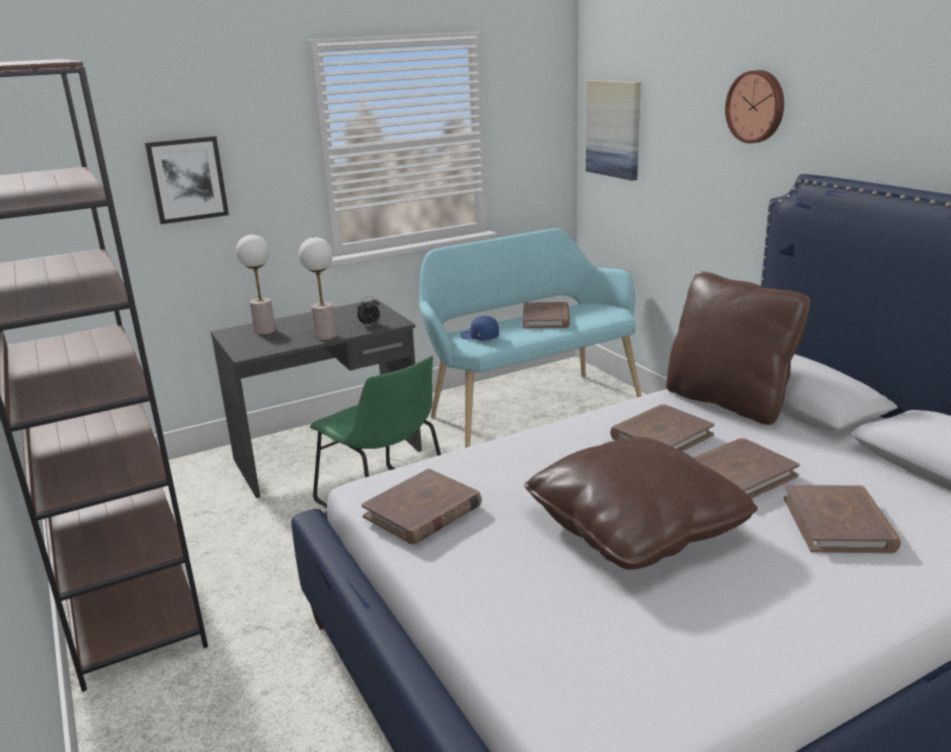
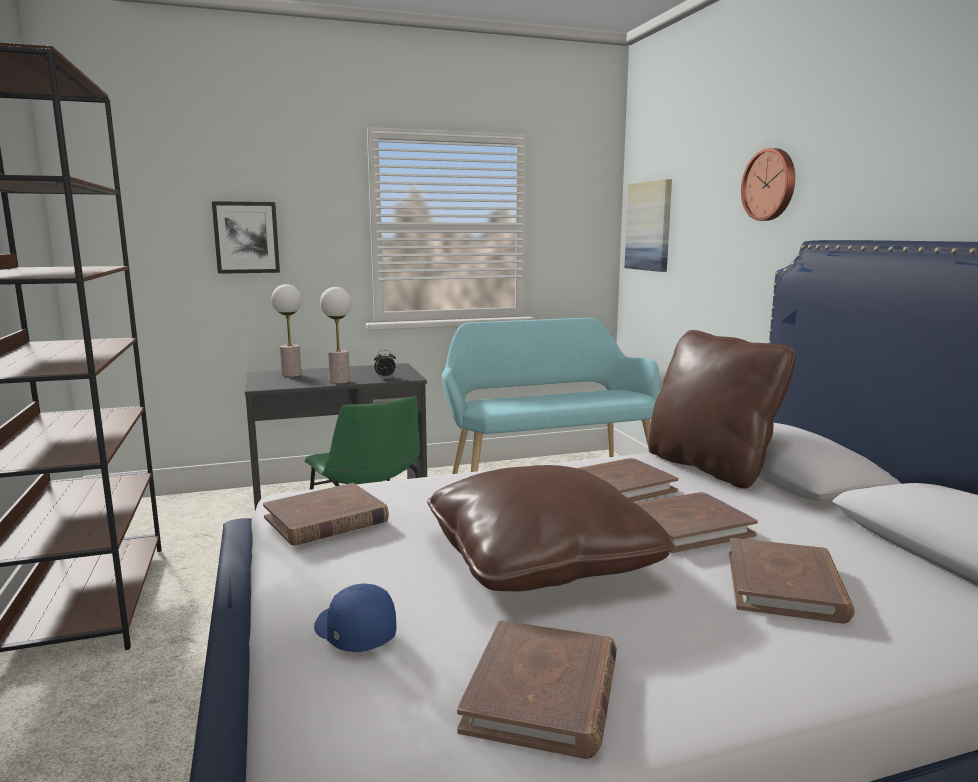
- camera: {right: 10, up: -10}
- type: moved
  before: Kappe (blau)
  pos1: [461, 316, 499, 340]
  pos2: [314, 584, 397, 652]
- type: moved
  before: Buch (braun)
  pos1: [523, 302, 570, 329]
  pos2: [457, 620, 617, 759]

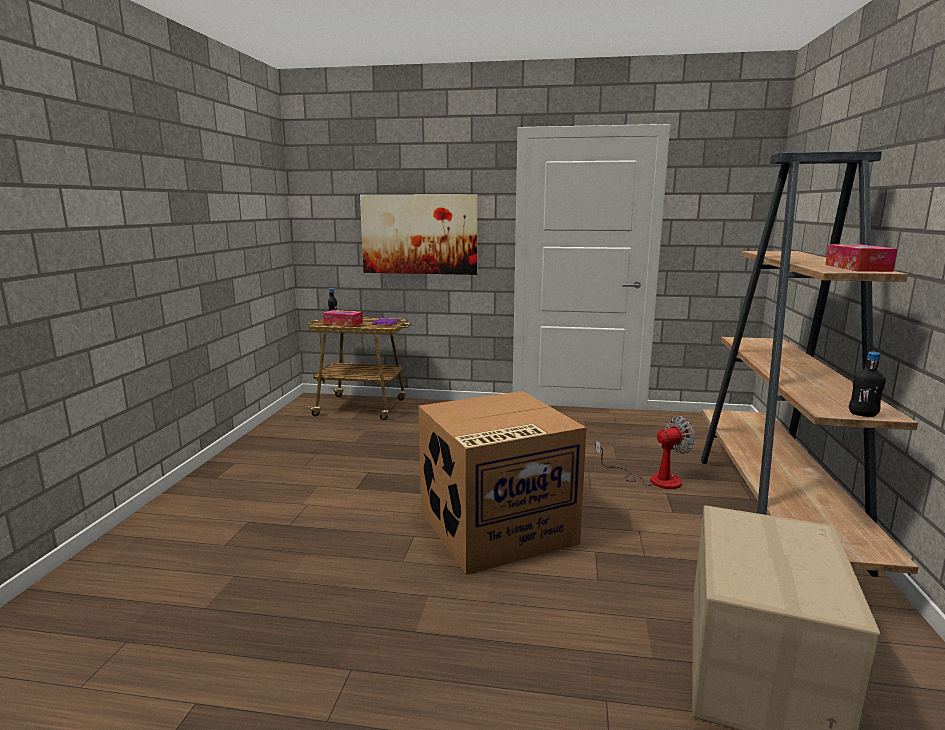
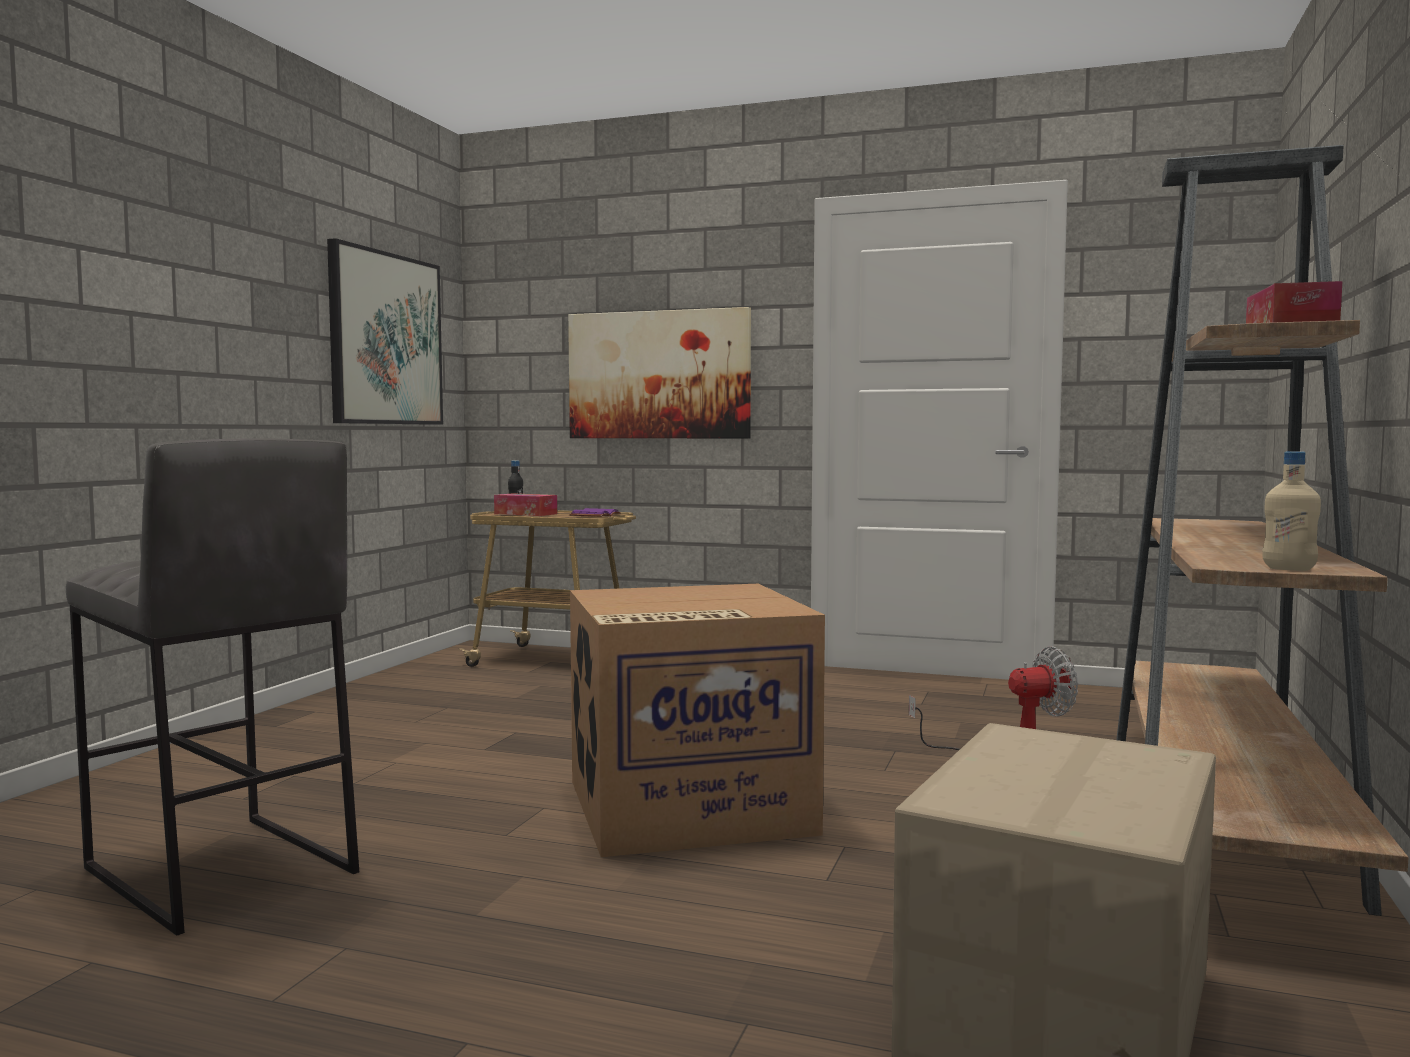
- camera: {right: 10, up: -10}
- type: added
  after: Hocker (grau)
  pos2: [66, 438, 359, 936]
- type: added
  after: Bild
  pos2: [327, 238, 443, 425]
- type: recoloured
  before: Flasche (schwarz)
  after: Flasche (beige)
  pos1: [849, 352, 886, 417]
  pos2: [1262, 451, 1321, 571]

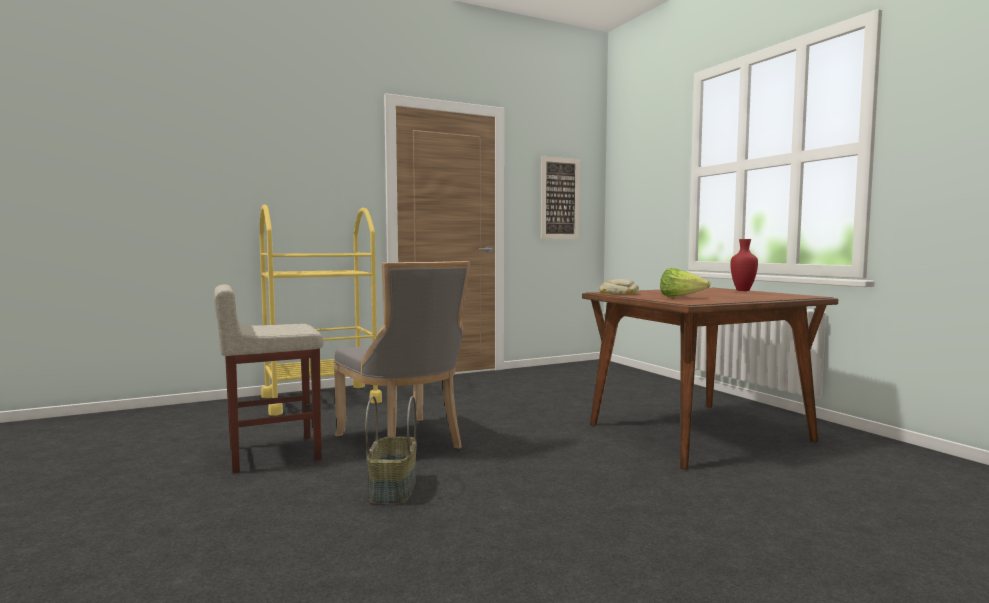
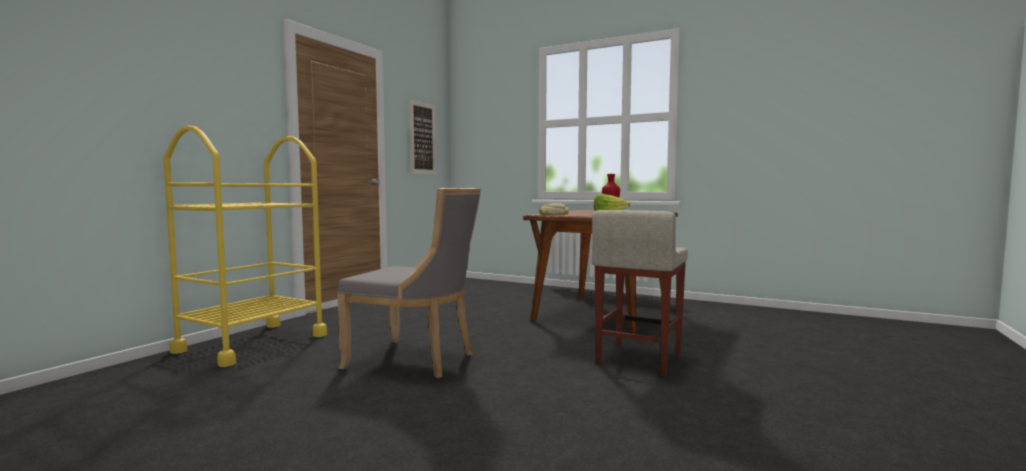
- camera: {right: -35, up: 0}
- type: moved
  before: Hocker (beige)
  pos1: [214, 284, 323, 474]
  pos2: [592, 210, 688, 376]
- type: removed
  before: Korb
  pos1: [365, 396, 417, 504]

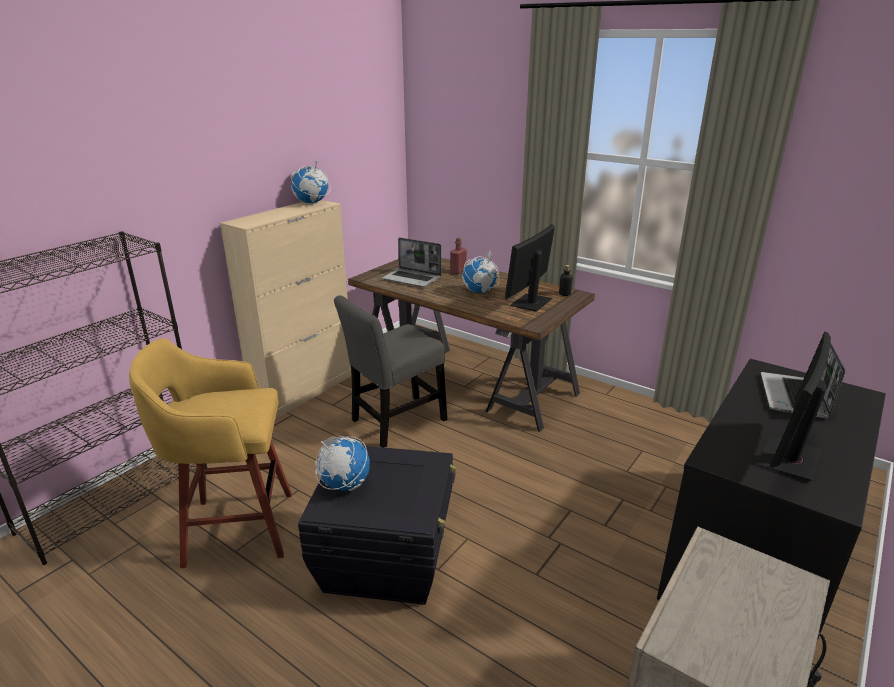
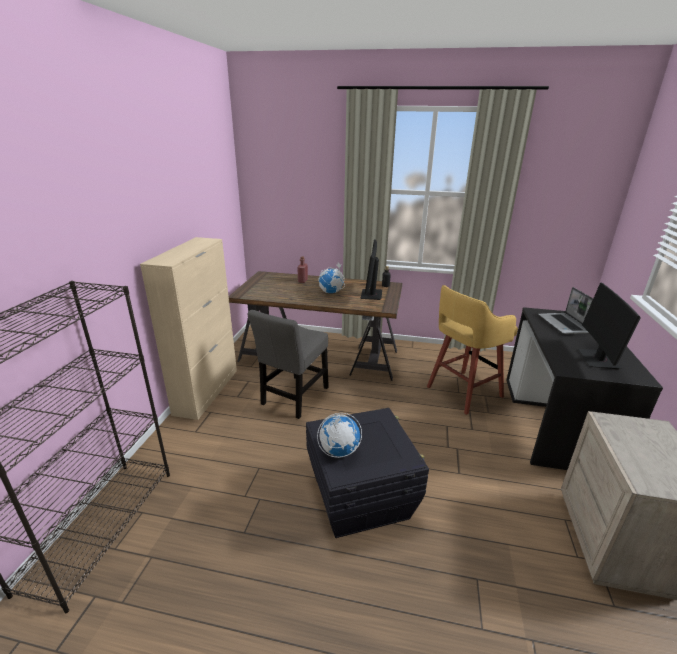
- camera: {right: -25, up: 0}
- type: moved
  before: Hocker (gelb)
  pos1: [129, 338, 292, 568]
  pos2: [427, 285, 518, 415]
- type: removed
  before: Globus
  pos1: [291, 157, 331, 203]
- type: removed
  before: Laptop
  pos1: [382, 237, 441, 287]

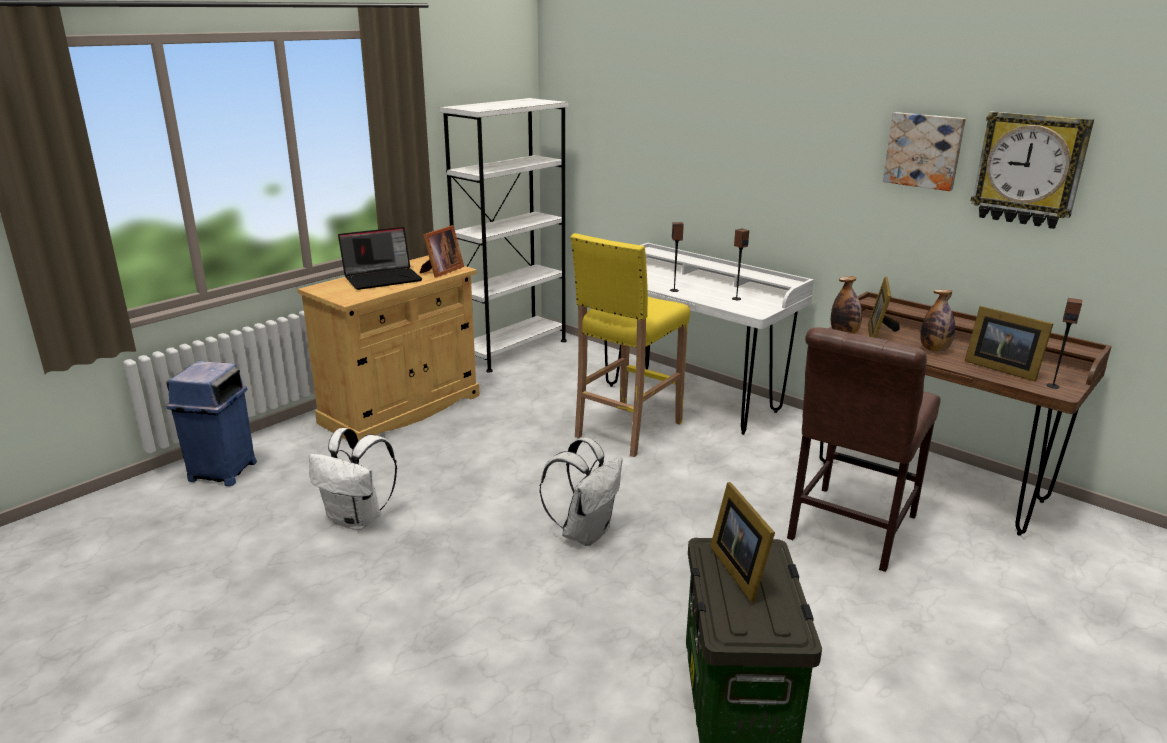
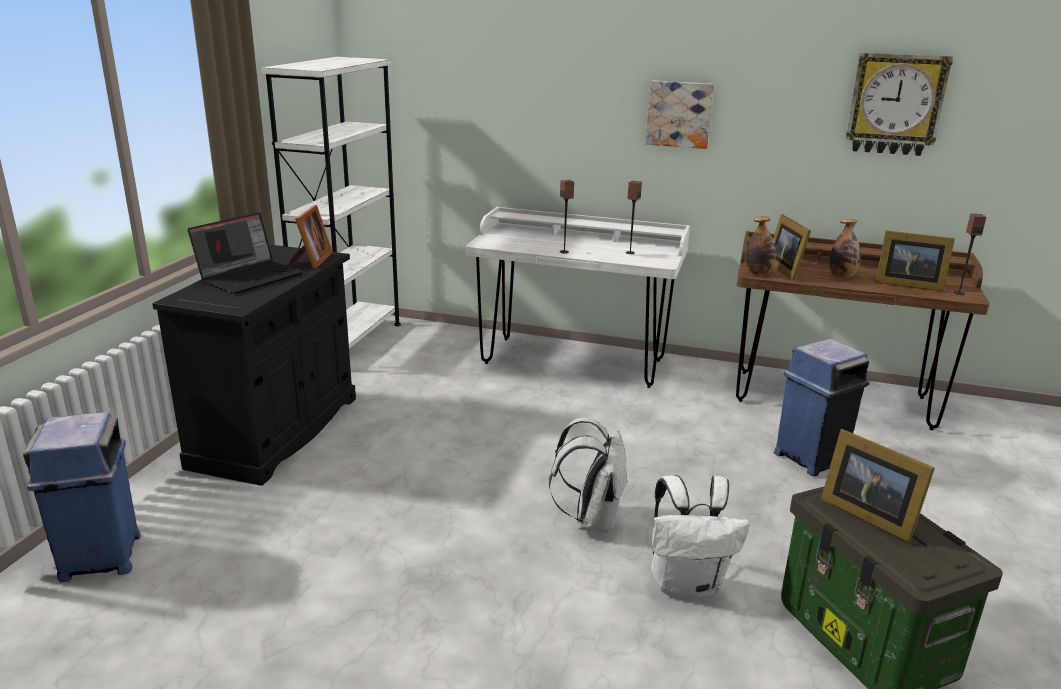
- camera: {right: -25, up: 0}
- type: recoloured
  before: Schrank (beige)
  after: Schrank (schwarz)
  pos1: [298, 255, 480, 441]
  pos2: [152, 245, 356, 486]
- type: moved
  before: Bild
  pos1: [883, 112, 966, 191]
  pos2: [645, 80, 714, 149]
- type: moved
  before: Rucksack (weiß)
  pos1: [309, 428, 397, 530]
  pos2: [651, 475, 749, 597]
- type: replaced
  before: Stuhl (braun)
  after: Mülleimer (blau)
  pos1: [787, 327, 941, 572]
  pos2: [774, 339, 869, 476]
- type: removed
  before: Hocker (gelb)
  pos1: [570, 233, 690, 457]

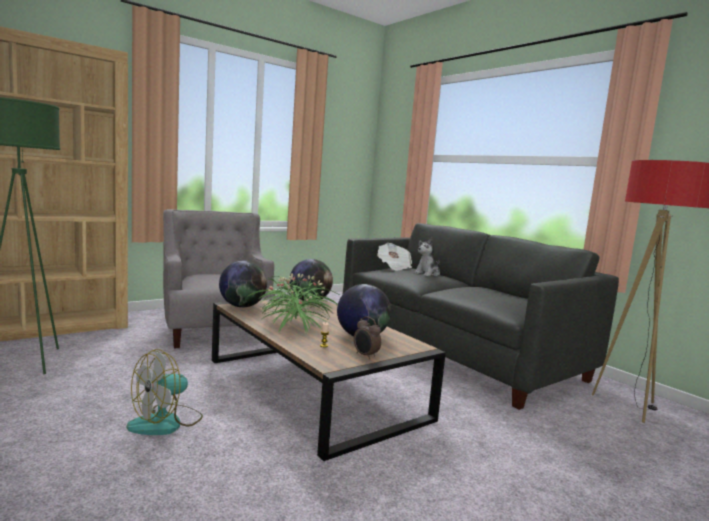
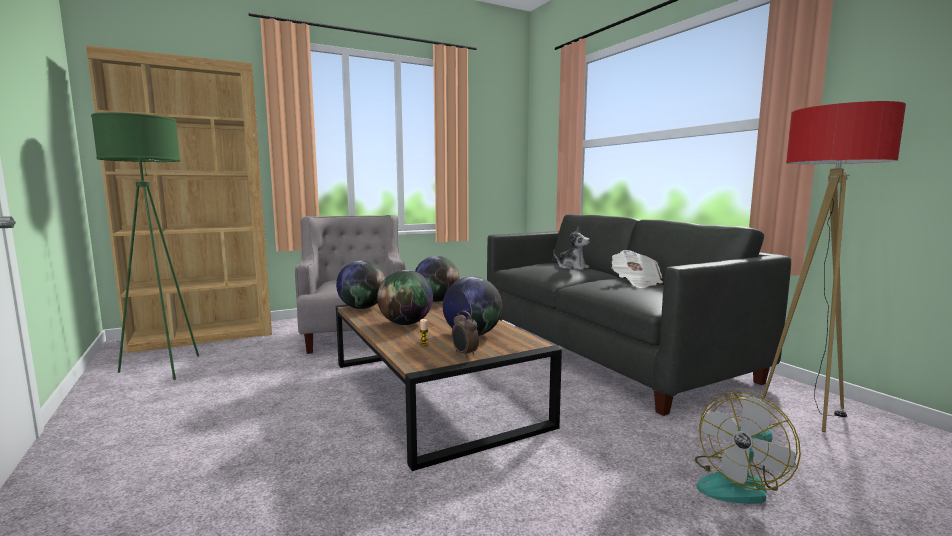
- camera: {right: 10, up: 0}
- type: replaced
  before: Topfpflanze
  after: Globus
  pos1: [248, 273, 338, 335]
  pos2: [377, 270, 433, 325]
- type: turned
  before: Plüschtier
  pos1: [414, 238, 440, 276]
  pos2: [554, 227, 590, 270]
  turn: -105
- type: moved
  before: Zeitung
  pos1: [377, 243, 412, 270]
  pos2: [612, 250, 663, 288]
- type: moved
  before: Ventilator
  pos1: [126, 349, 203, 435]
  pos2: [695, 391, 801, 504]

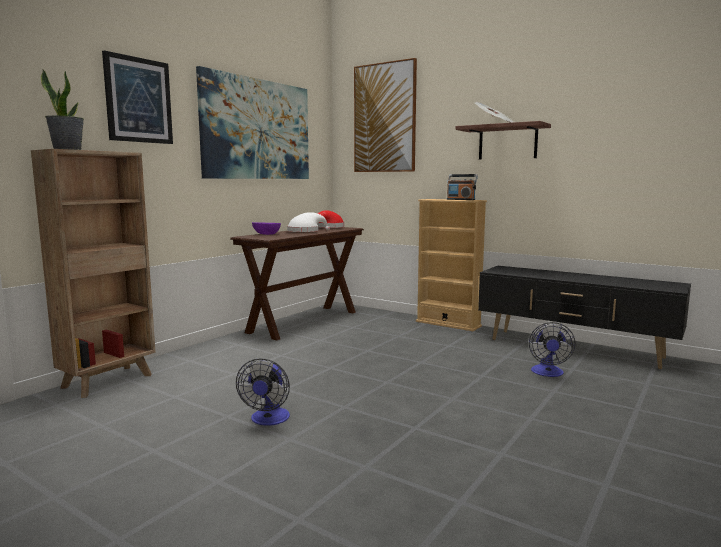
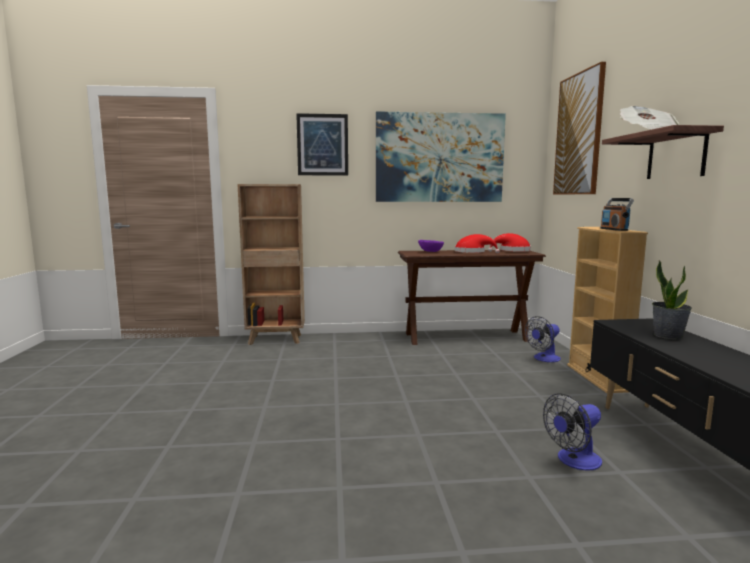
- camera: {right: 50, up: 0}
- type: recoloured
  before: Hut (weiß)
  after: Hut (rot)
  pos1: [287, 212, 330, 232]
  pos2: [455, 234, 500, 253]
- type: moved
  before: Ventilator
  pos1: [236, 359, 290, 426]
  pos2: [525, 316, 561, 362]
- type: moved
  before: Topfpflanze
  pos1: [41, 69, 84, 150]
  pos2: [652, 260, 692, 339]

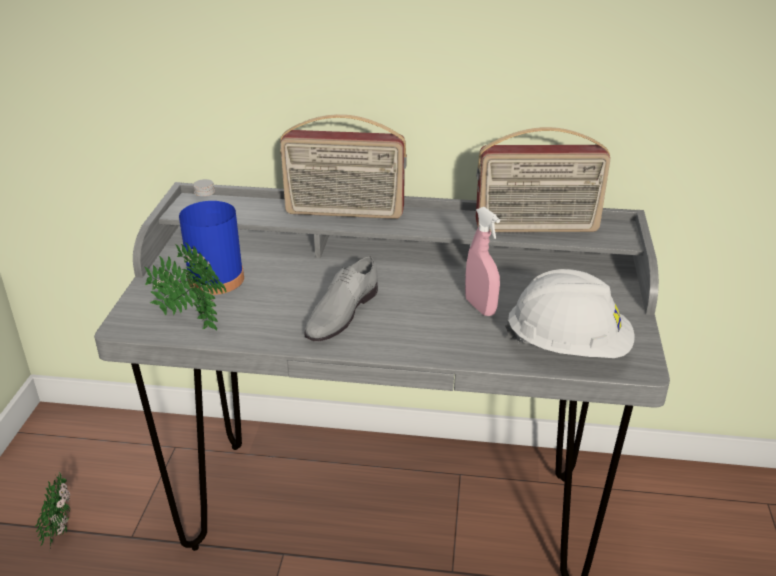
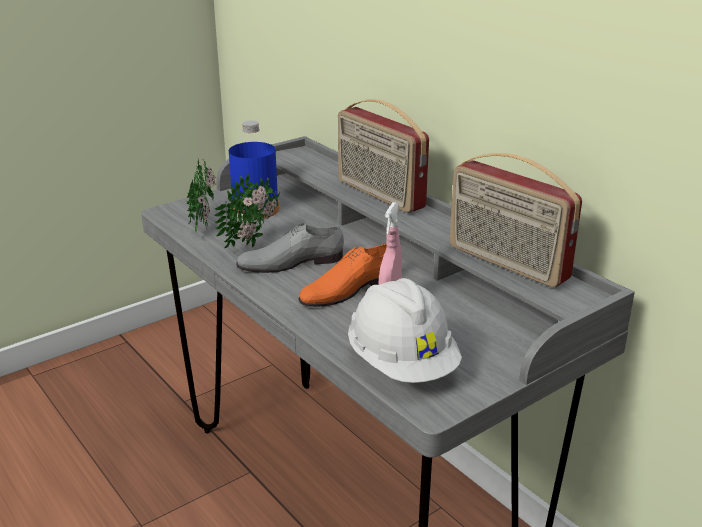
- camera: {right: 45, up: -5}
- type: moved
  before: Topfpflanze
  pos1: [35, 472, 71, 550]
  pos2: [214, 174, 280, 248]
- type: added
  after: Schuh (orange)
  pos2: [299, 244, 387, 307]

